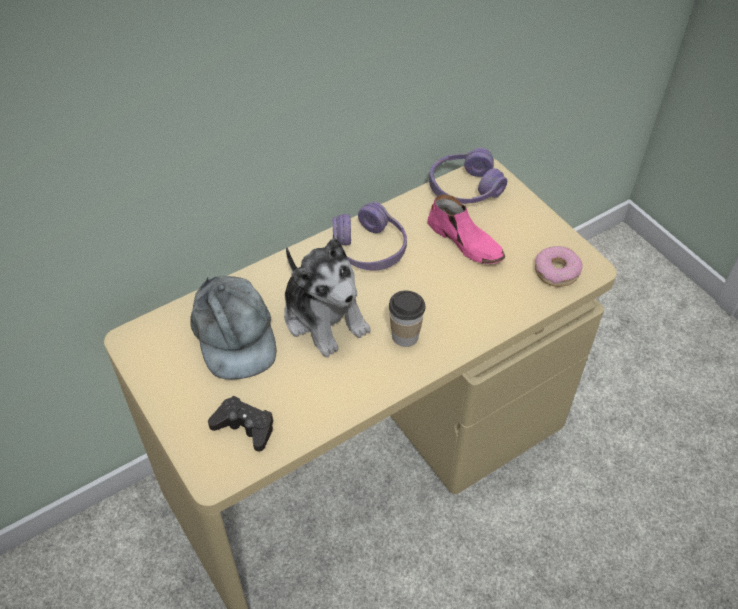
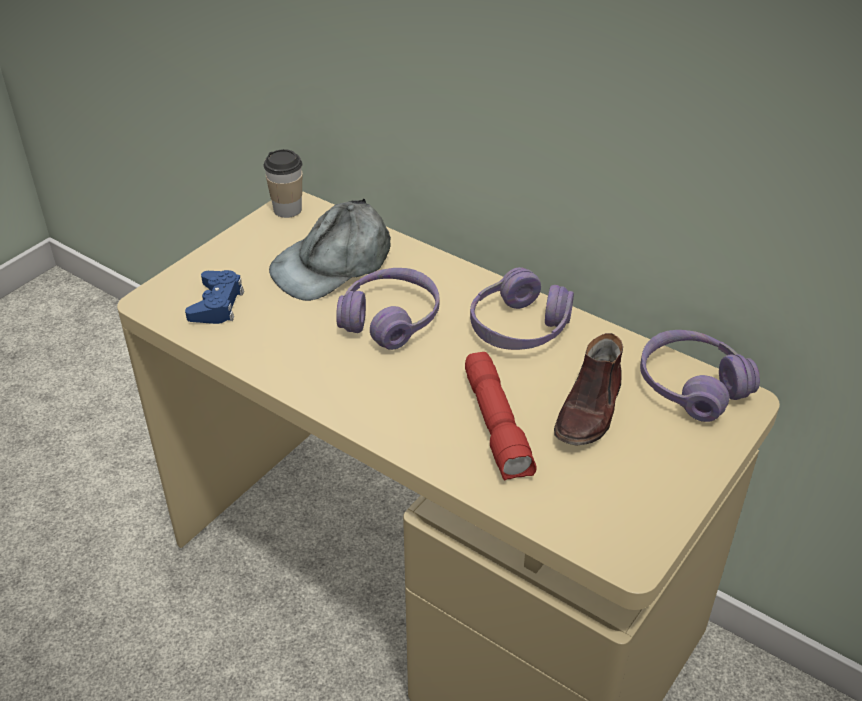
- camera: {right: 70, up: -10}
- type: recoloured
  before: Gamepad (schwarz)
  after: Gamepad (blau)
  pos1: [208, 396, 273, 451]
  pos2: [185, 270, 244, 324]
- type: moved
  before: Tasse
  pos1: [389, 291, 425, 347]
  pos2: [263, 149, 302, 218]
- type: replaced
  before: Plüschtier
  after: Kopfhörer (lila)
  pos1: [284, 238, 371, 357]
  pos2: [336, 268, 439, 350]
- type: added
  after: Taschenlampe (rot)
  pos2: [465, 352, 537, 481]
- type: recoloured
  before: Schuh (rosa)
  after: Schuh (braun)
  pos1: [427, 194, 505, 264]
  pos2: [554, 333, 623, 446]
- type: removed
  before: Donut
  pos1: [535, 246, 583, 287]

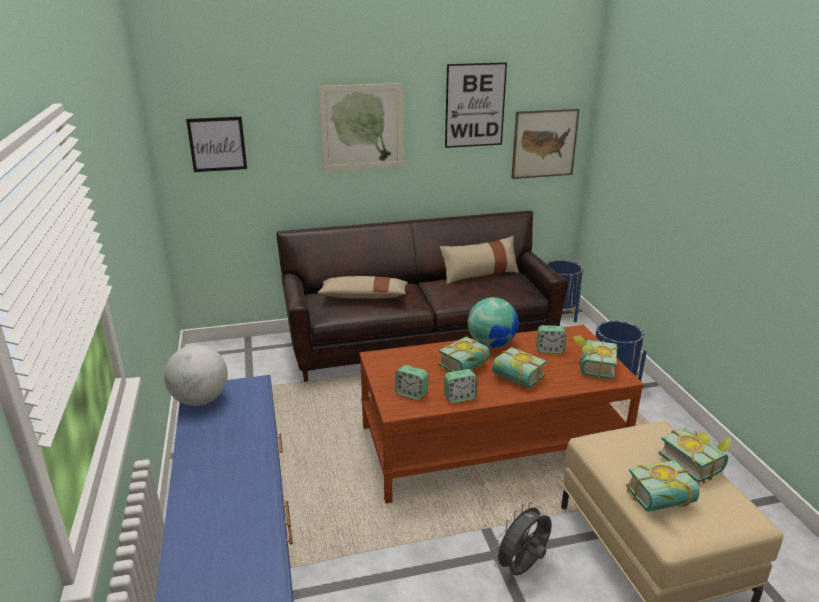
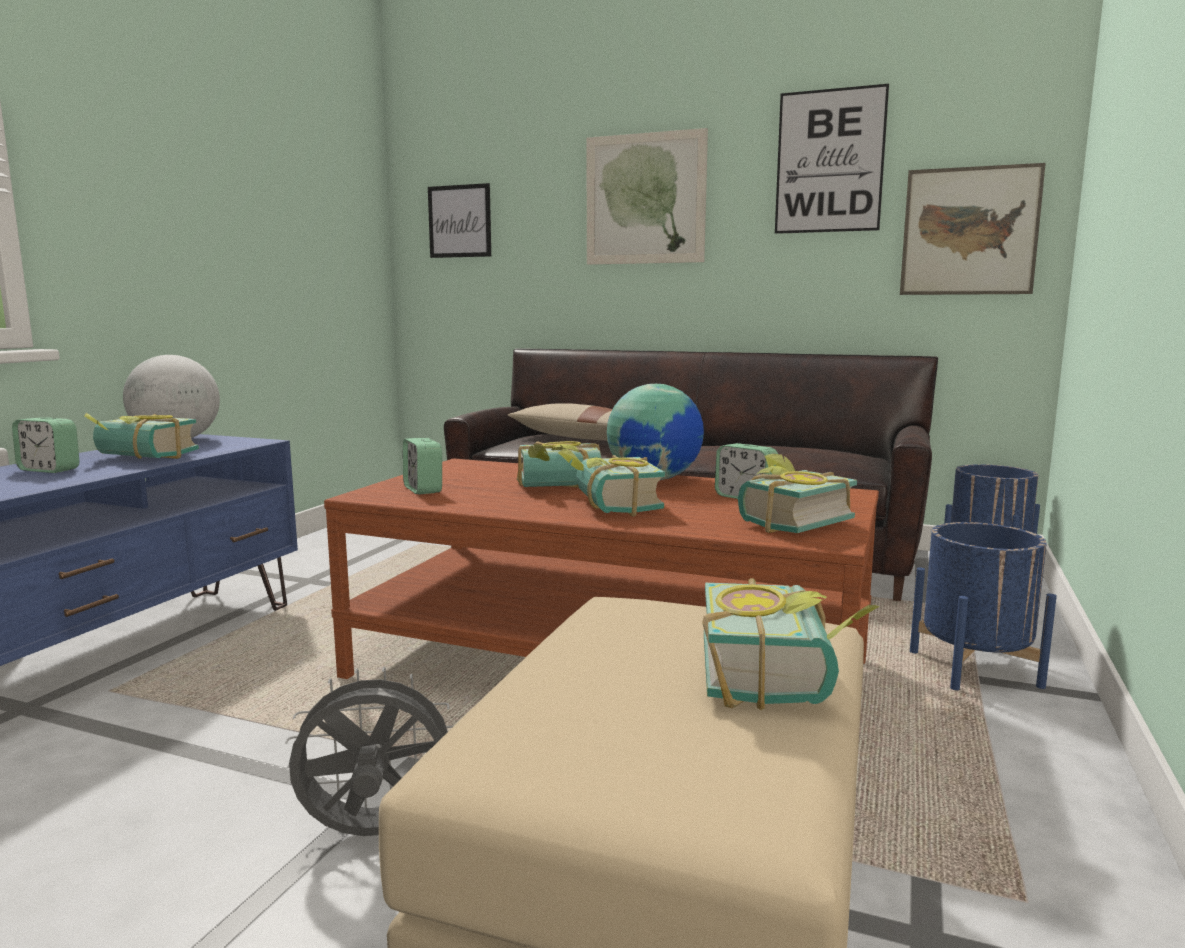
- camera: {right: 35, up: -15}
- type: moved
  before: Wecker
  pos1: [444, 369, 478, 403]
  pos2: [12, 418, 79, 473]
- type: moved
  before: Buch
  pos1: [626, 460, 699, 512]
  pos2: [84, 413, 199, 459]
- type: removed
  before: Kissen (beige)
  pos1: [440, 236, 519, 284]

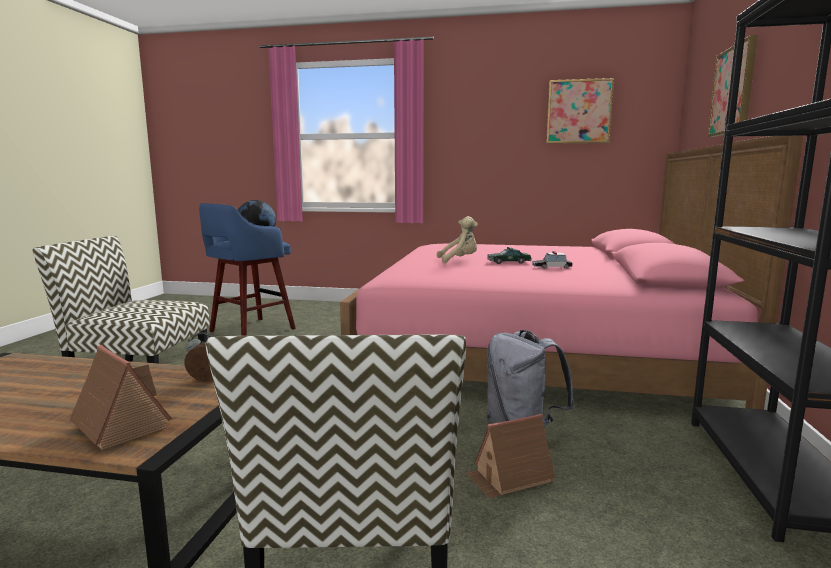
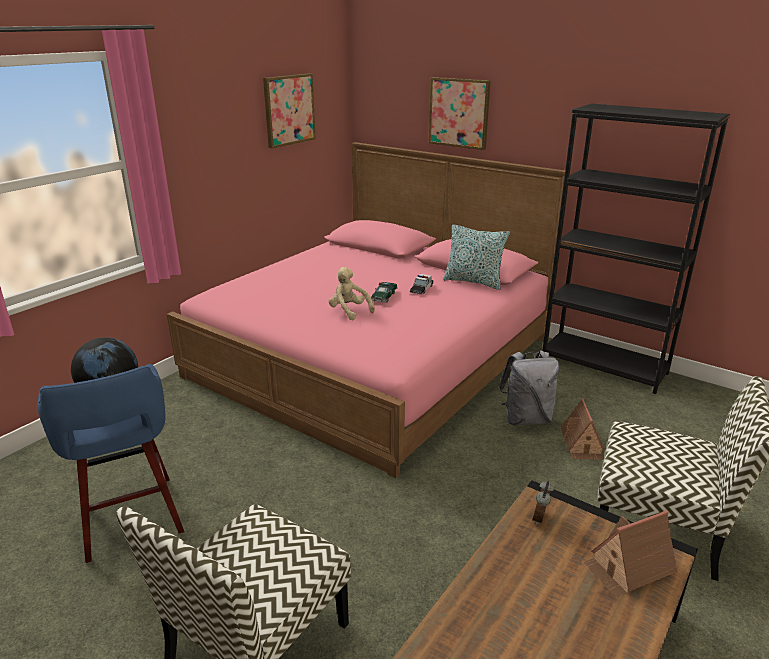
- camera: {right: -65, up: 15}
- type: turned
  before: Plüschtier (beige)
  pos1: [437, 216, 478, 263]
  pos2: [329, 267, 375, 320]
  turn: -60
- type: added
  after: Kissen
  pos2: [443, 224, 510, 290]

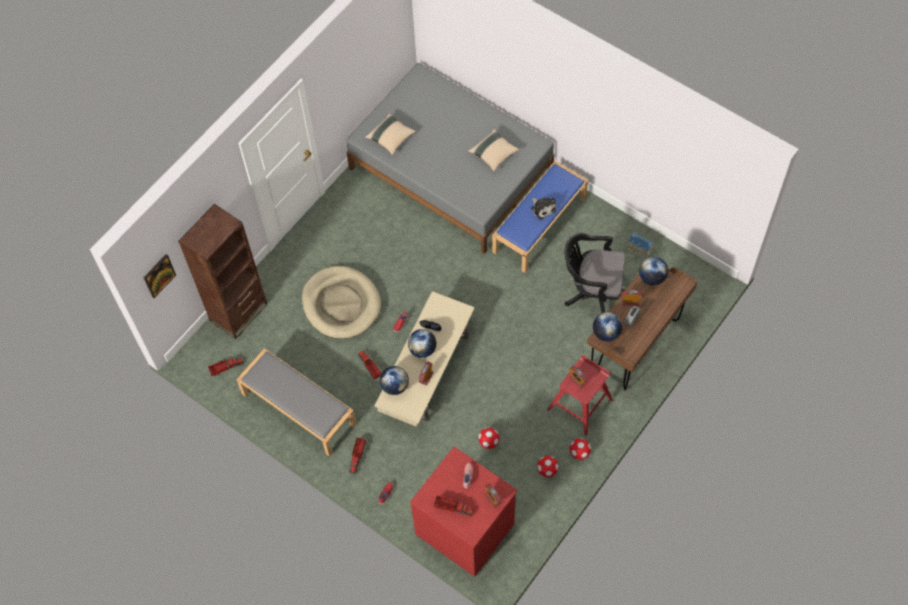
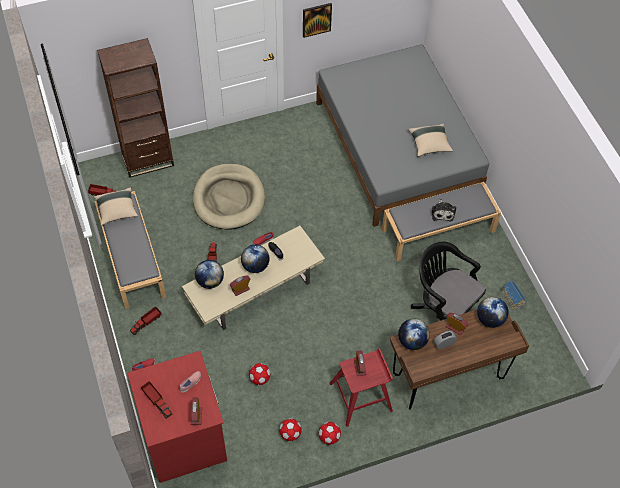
- camera: {right: 30, up: -5}
- type: moved
  before: Kissen (beige)
  pos1: [365, 113, 415, 155]
  pos2: [94, 187, 138, 225]
- type: moved
  before: Bild
  pos1: [143, 254, 176, 298]
  pos2: [303, 3, 332, 38]
- type: recoloured
  before: Bank (blau)
  after: Bank (grau)
  pos1: [492, 161, 588, 273]
  pos2: [382, 182, 501, 261]

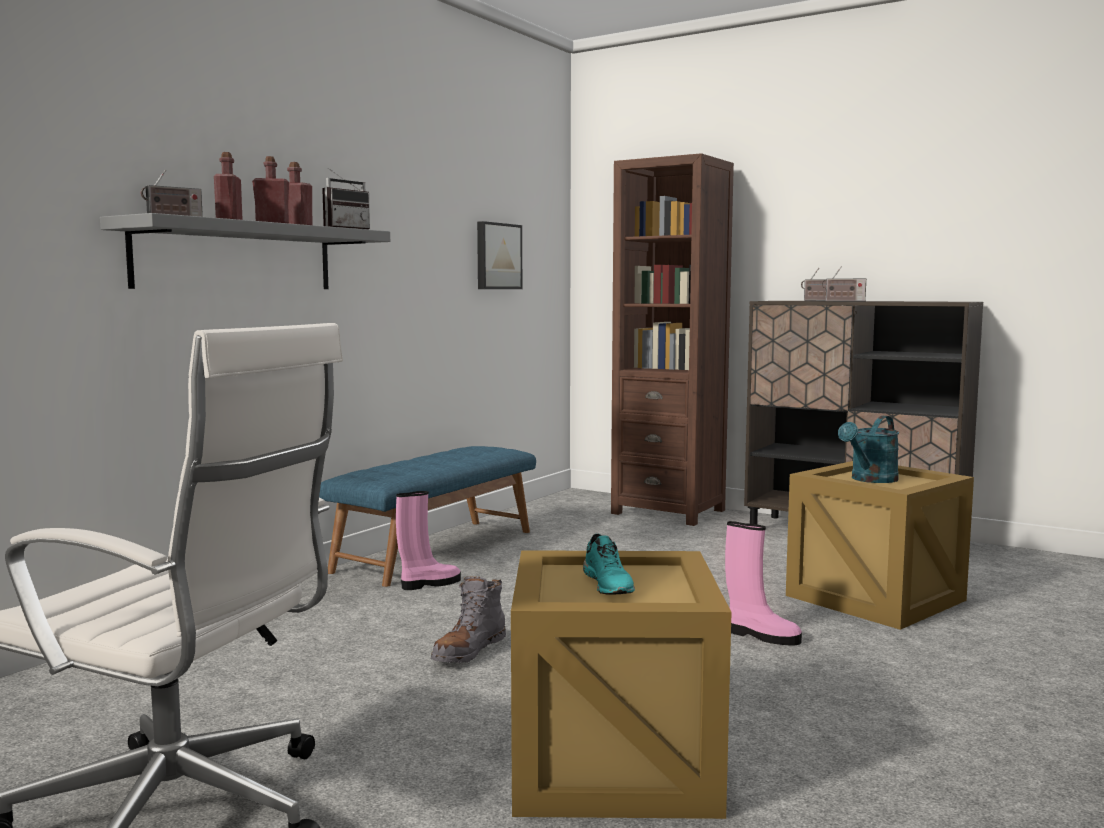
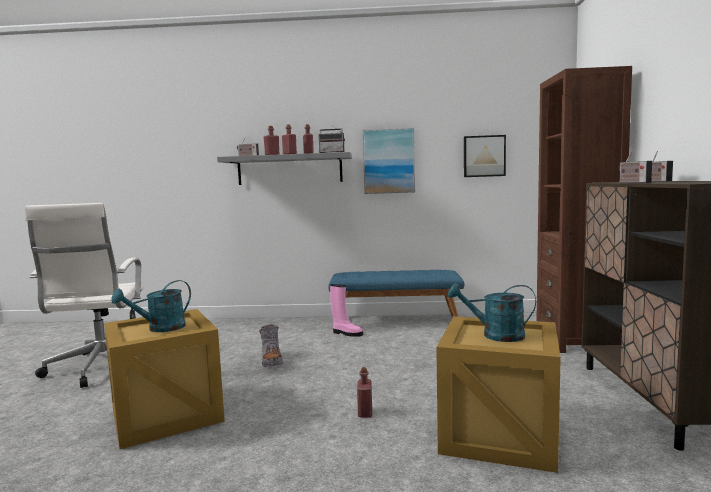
- camera: {right: 60, up: 0}
- type: replaced
  before: Schuh (türkis)
  after: Gießkanne (türkis)
  pos1: [583, 534, 635, 595]
  pos2: [111, 280, 191, 332]
- type: turned
  before: Stiefel (grau)
  pos1: [431, 576, 506, 663]
  pos2: [259, 324, 283, 367]
  turn: -105
- type: replaced
  before: Stiefel (rosa)
  after: Flasche (rot)
  pos1: [725, 521, 802, 645]
  pos2: [357, 367, 372, 417]
- type: added
  after: Bild
  pos2: [363, 128, 415, 194]

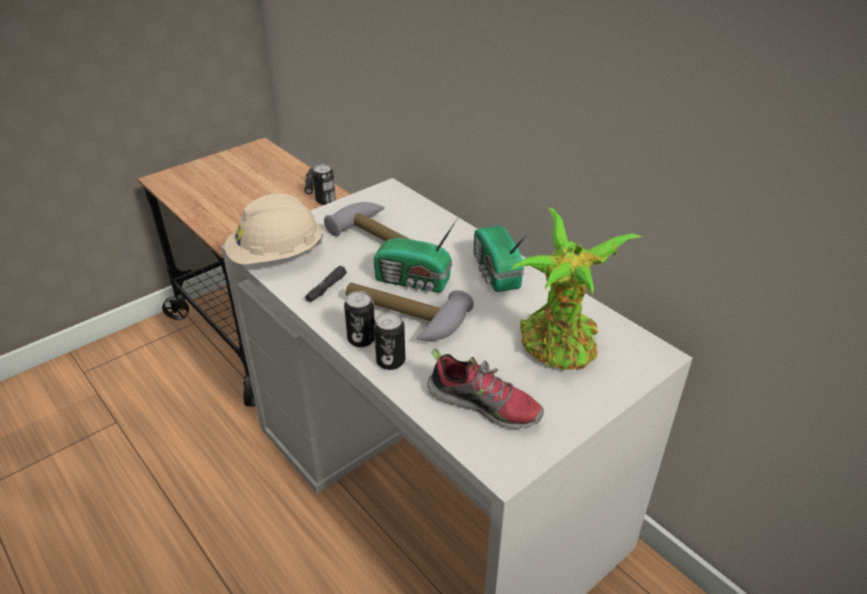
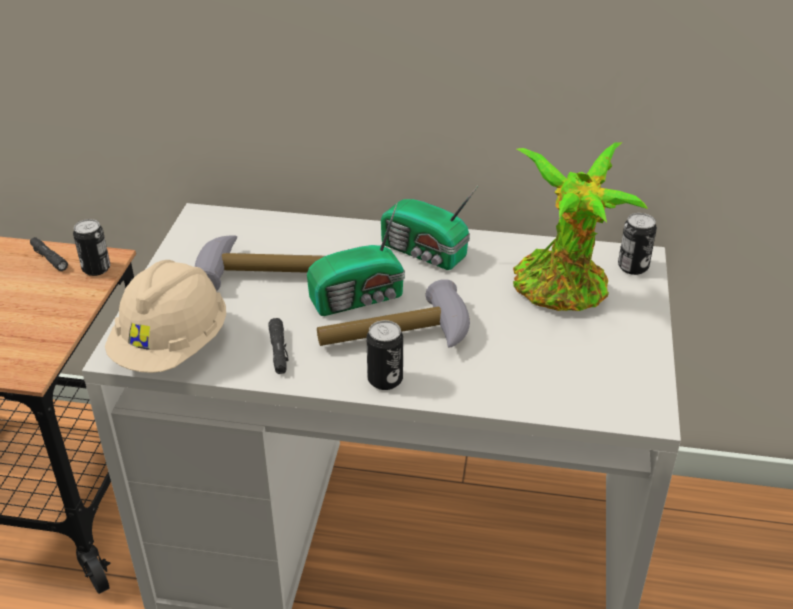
- camera: {right: -40, up: 0}
- type: moved
  before: Dose
  pos1: [374, 312, 405, 370]
  pos2: [618, 213, 657, 275]
- type: removed
  before: Schuh
  pos1: [427, 348, 544, 429]

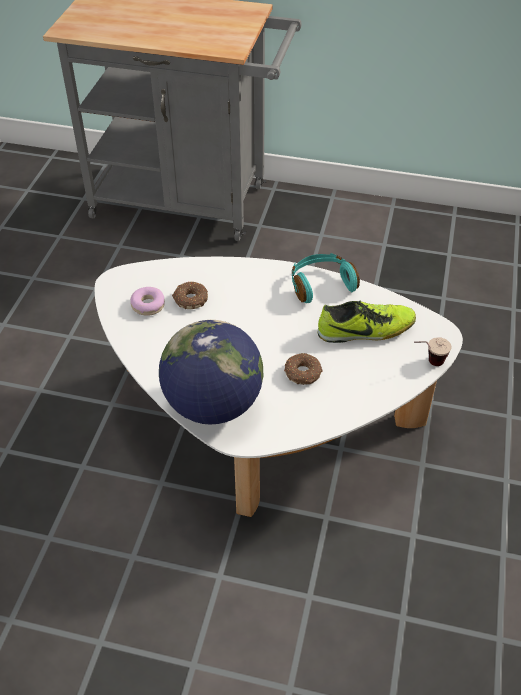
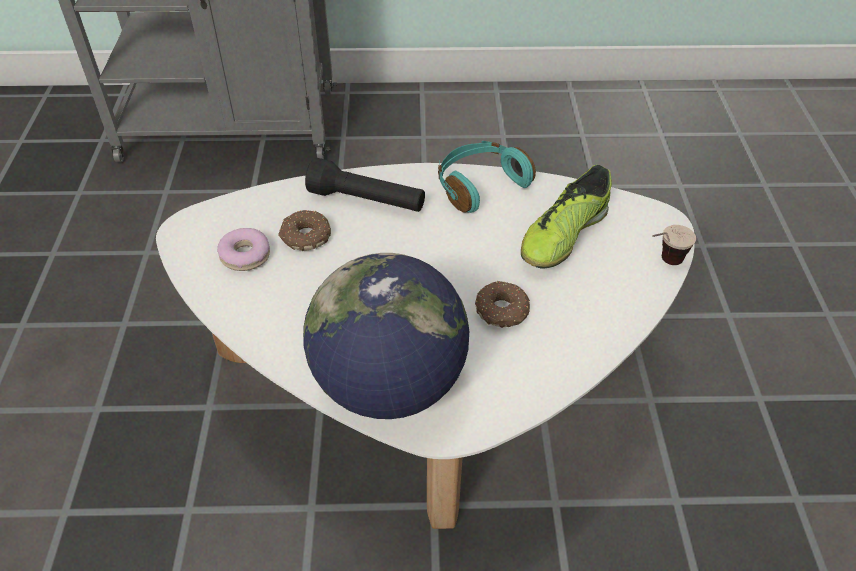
- camera: {right: -15, up: 0}
- type: added
  after: Taschenlampe (schwarz)
  pos2: [305, 158, 425, 212]
- type: turned
  before: Schuh
  pos1: [318, 301, 416, 343]
  pos2: [521, 165, 612, 269]
  turn: 150

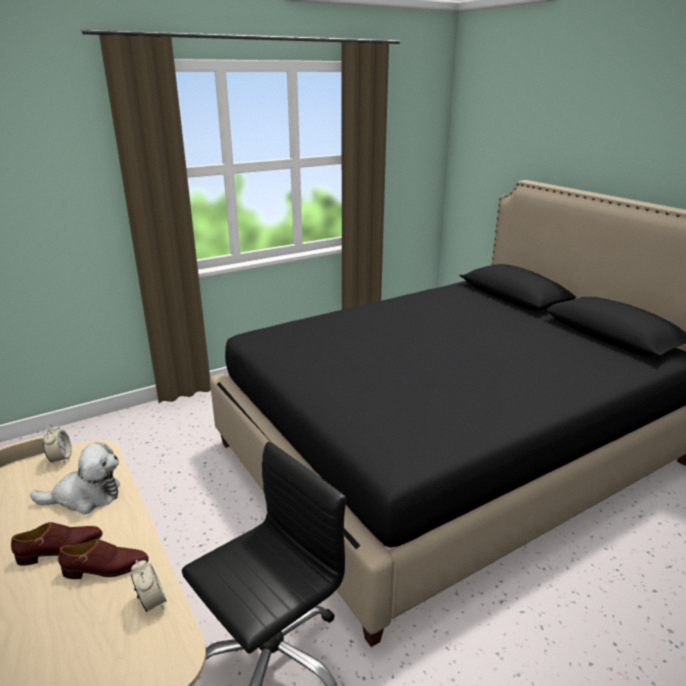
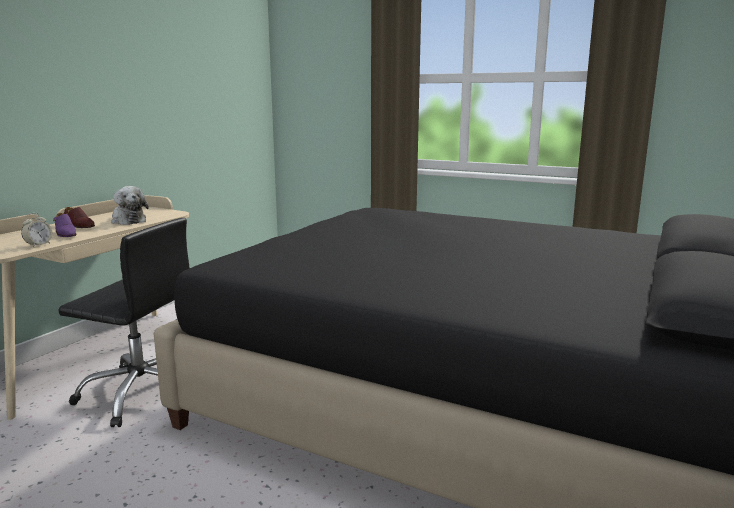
- camera: {right: 60, up: -10}
- type: recoloured
  before: Schuh (braun)
  after: Schuh (lila)
  pos1: [58, 539, 148, 579]
  pos2: [53, 213, 76, 237]
- type: removed
  before: Wecker
  pos1: [43, 424, 72, 464]

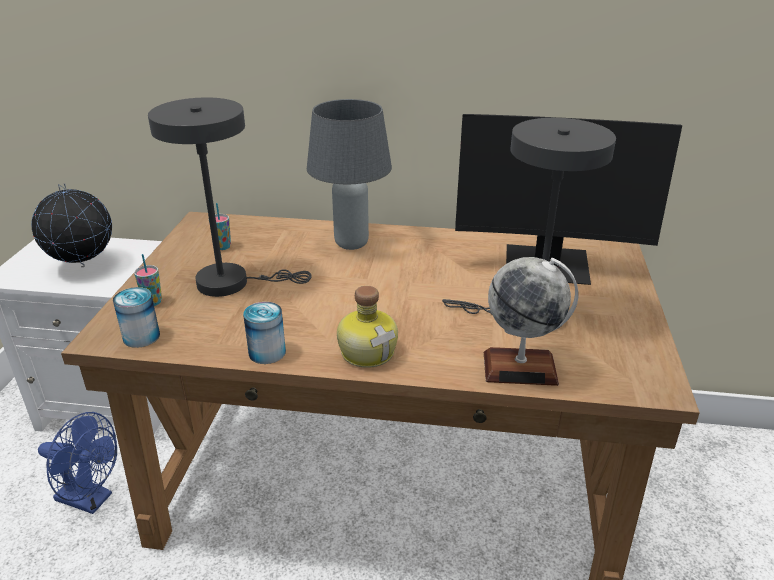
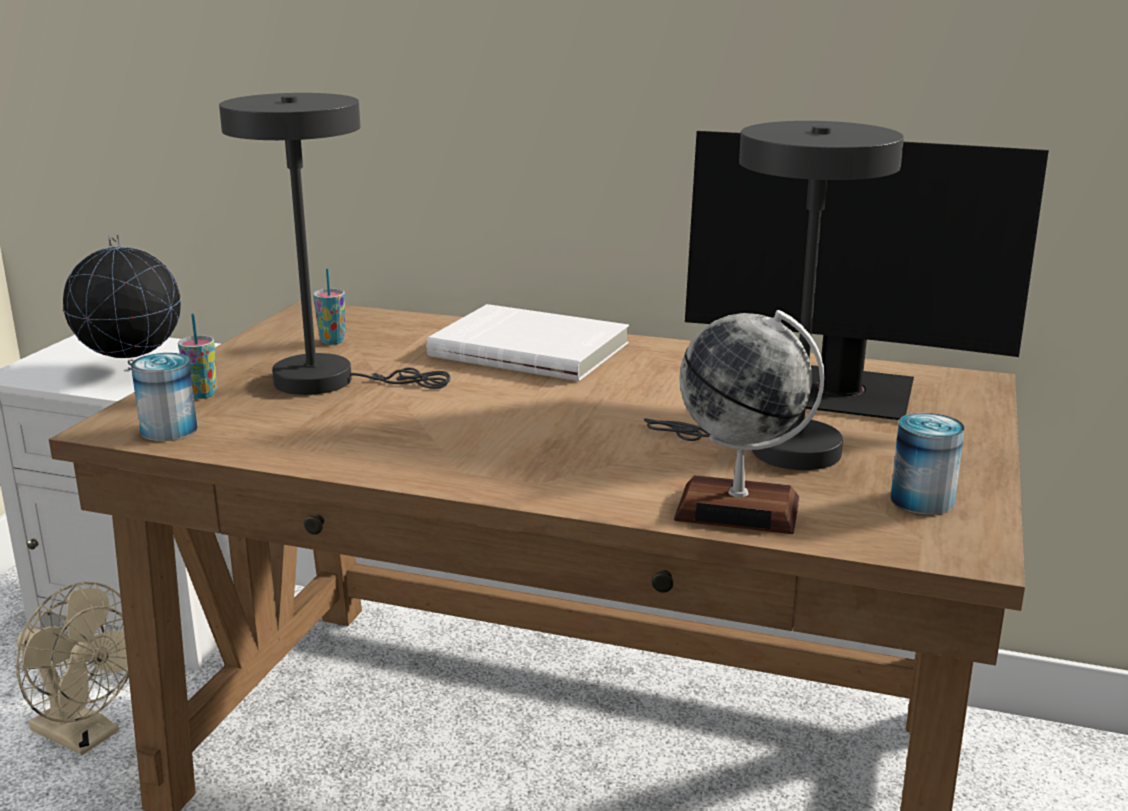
- camera: {right: 10, up: -10}
- type: recoloured
  before: Ventilator (blau)
  after: Ventilator (beige)
  pos1: [38, 412, 117, 514]
  pos2: [16, 582, 129, 755]
- type: replaced
  before: Tischlampe (grau)
  after: Buch (weiß)
  pos1: [307, 99, 392, 250]
  pos2: [426, 304, 629, 381]
- type: moved
  before: Dose
  pos1: [243, 302, 286, 364]
  pos2: [890, 413, 965, 515]
- type: removed
  before: Flasche
  pos1: [337, 286, 398, 368]

